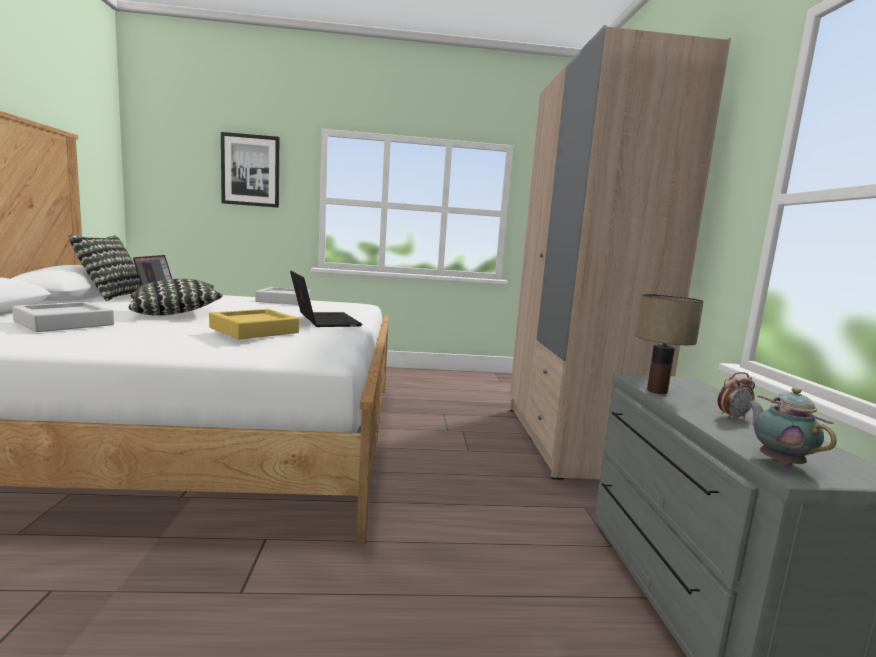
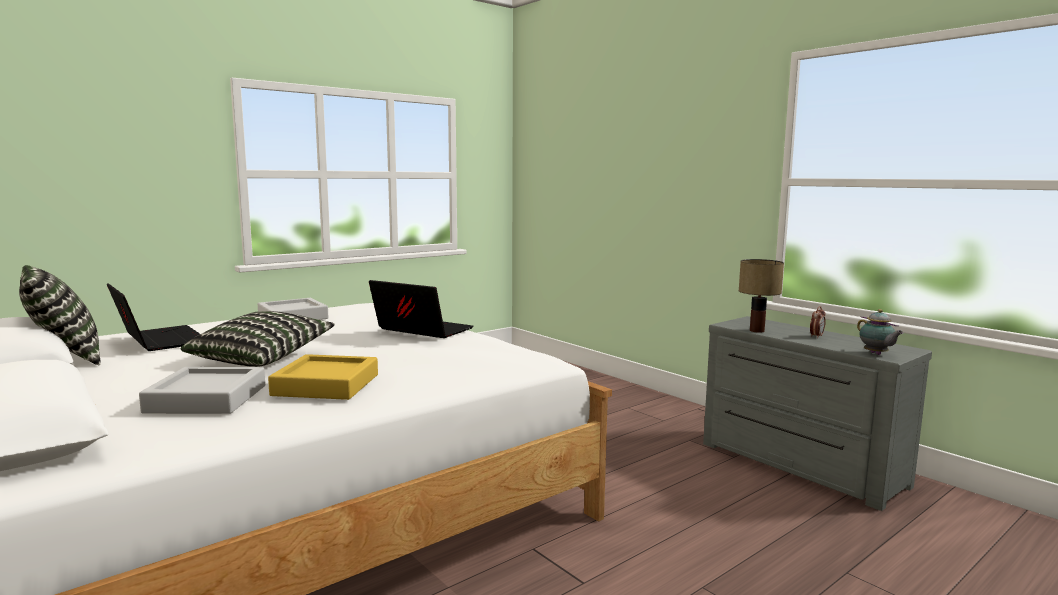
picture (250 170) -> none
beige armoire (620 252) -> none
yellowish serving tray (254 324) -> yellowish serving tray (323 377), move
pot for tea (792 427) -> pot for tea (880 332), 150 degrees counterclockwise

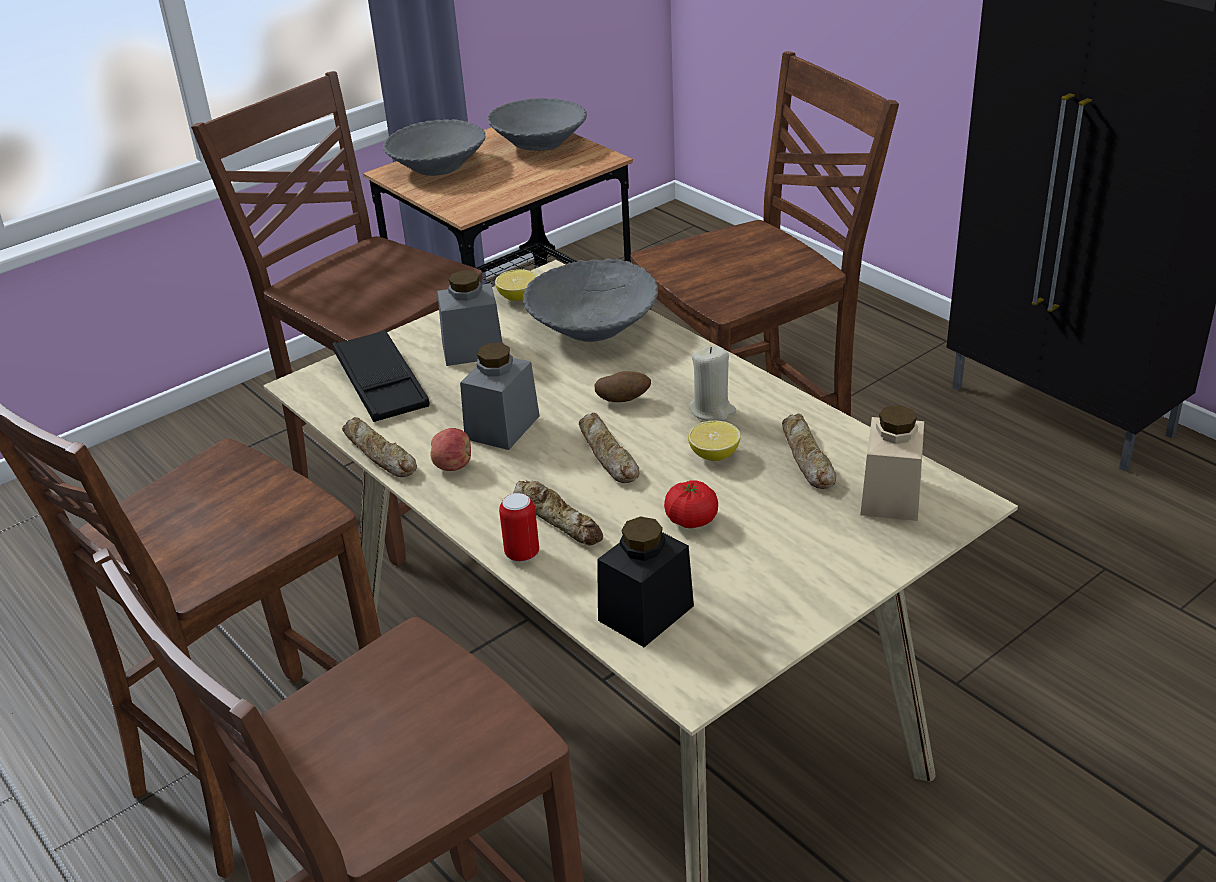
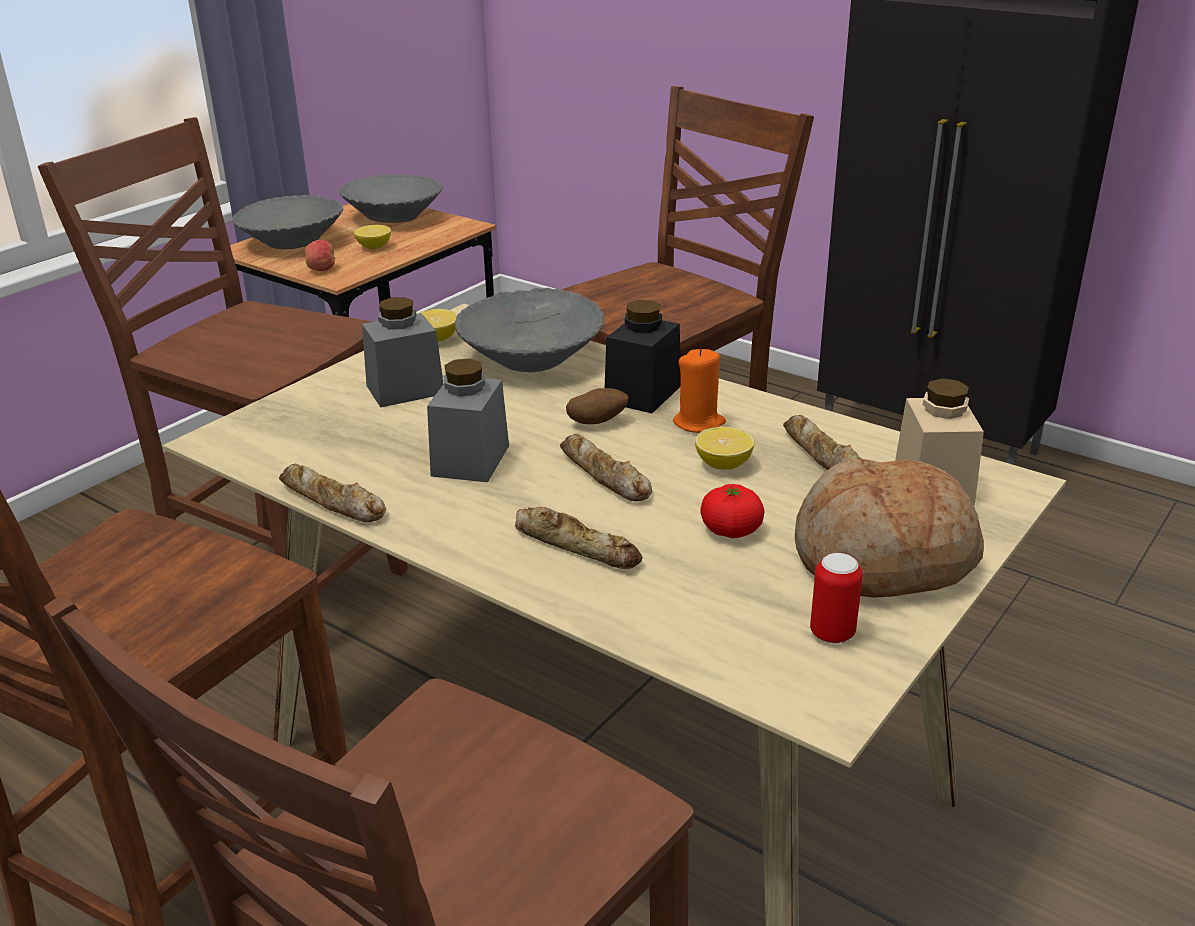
black-coloured serving tray (380 375) -> none
none -> lemon (372 237)
none -> baked bread (889 528)
apple fruit (450 449) -> apple fruit (319 255), move
can (519 527) -> can (836 598), move
black-coloured preserve jar (645 581) -> black-coloured preserve jar (643 356), move
beige candle (712 383) -> orangey candle (699 390)

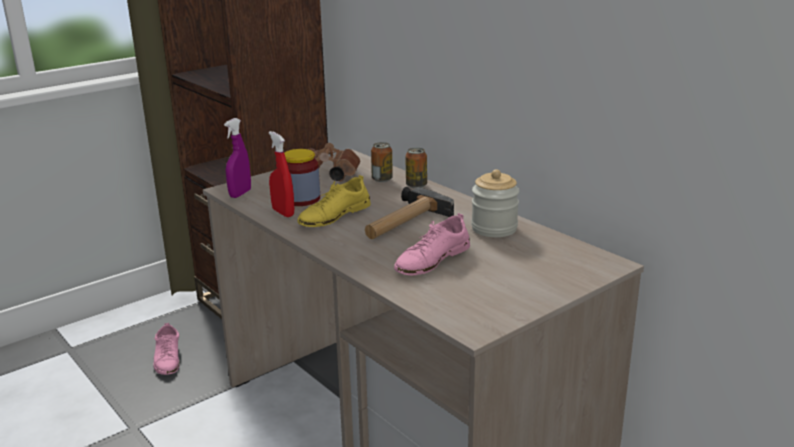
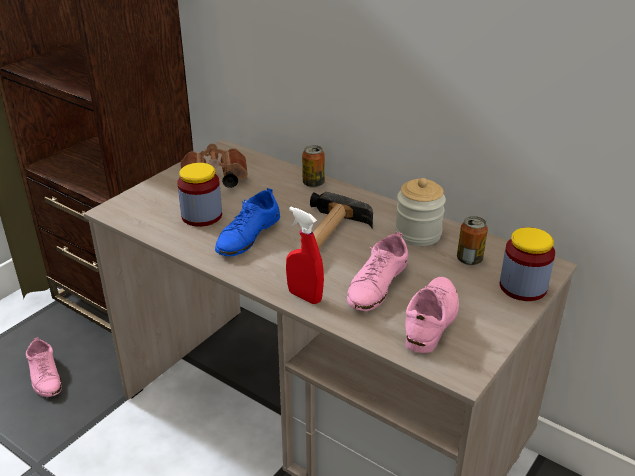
purplish spray bottle (237 158) -> none
none -> pinkish item of footwear (432 315)
none -> preserve jar (527 264)
red-coloured spray bottle (281 174) -> red-coloured spray bottle (305 255), move
can (382 162) -> can (472 240), move
yellowish item of footwear (334 201) -> bluish item of footwear (247 222)

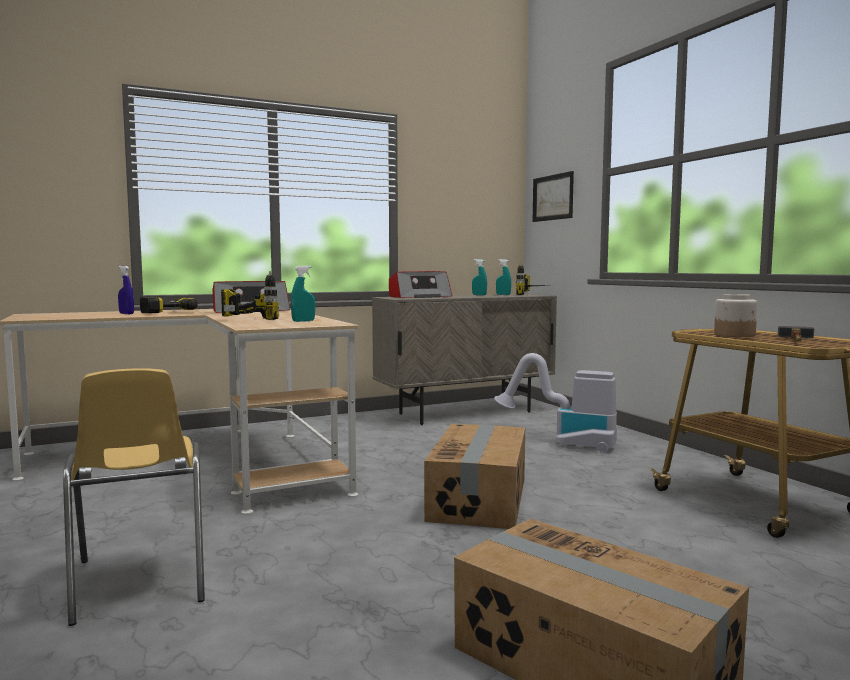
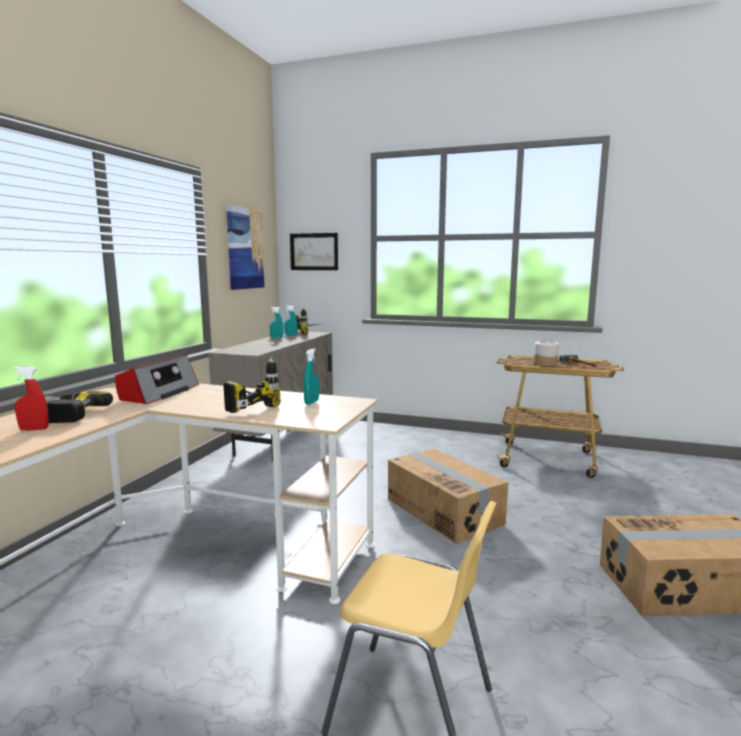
radio receiver (420 284) -> none
hoover (555 403) -> none
none -> picture (245 247)
bluish spray bottle (126 290) -> red-coloured spray bottle (31 398)

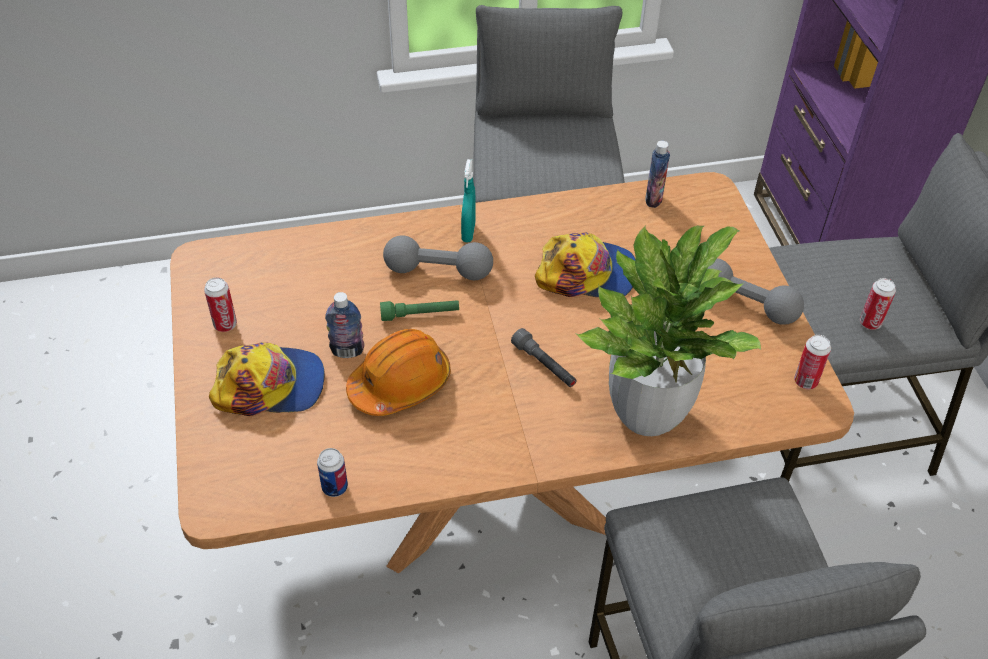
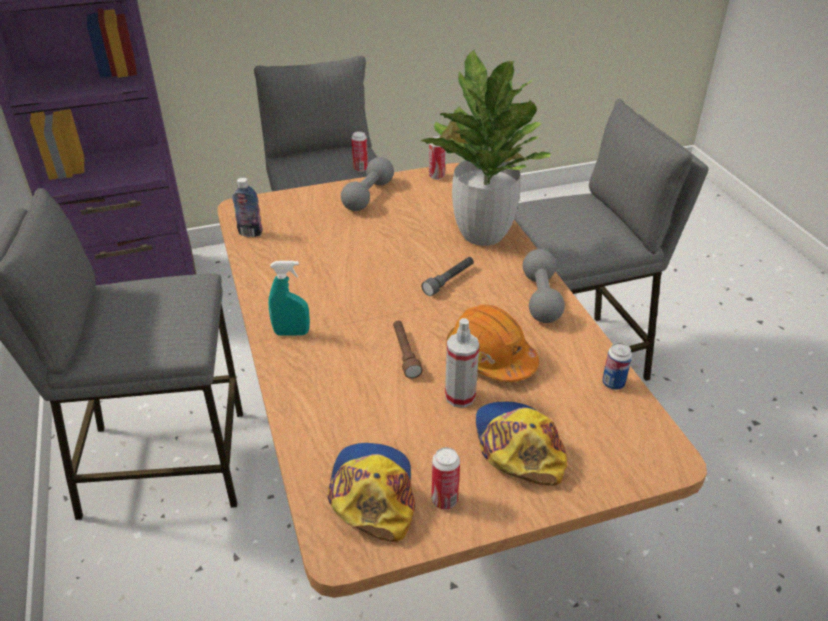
greyish free weight (438 257) -> greyish free weight (544 286), move
cap (585 264) -> cap (371 492), move
bottle (344 325) -> spray bottle (462 363)
greenish hand torch (419 310) -> brown-coloured hand torch (408 350)

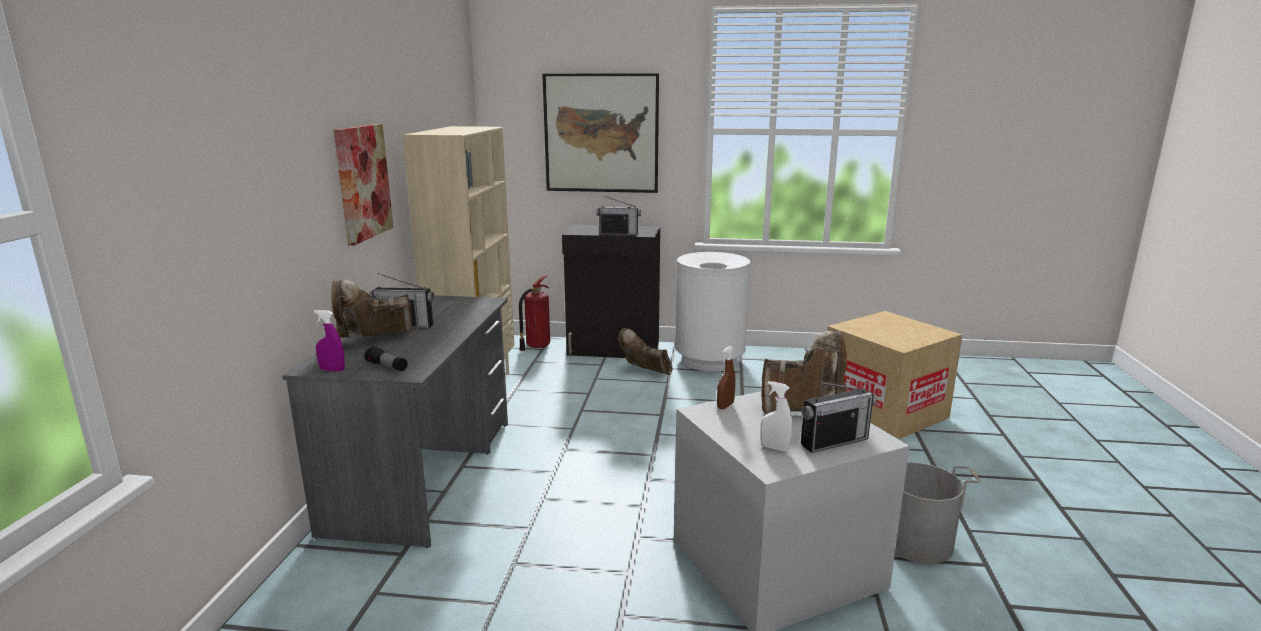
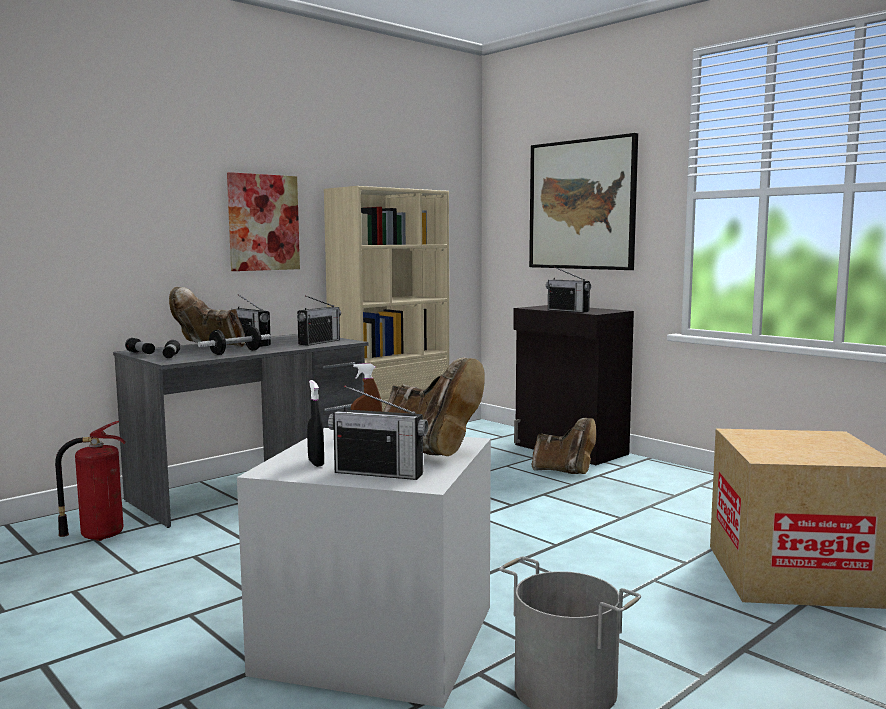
white waste bin (712 312) -> none
none -> free weight (234 340)
none -> radio receiver (319 320)
fire extinguisher (534 313) -> fire extinguisher (90 481), move
purplish spray bottle (329 341) -> hand torch (140 346)
white spray bottle (776 416) -> black-coloured spray bottle (315 423)
brown-coloured tall boot (645 351) -> brown-coloured tall boot (564 446), 135 degrees clockwise

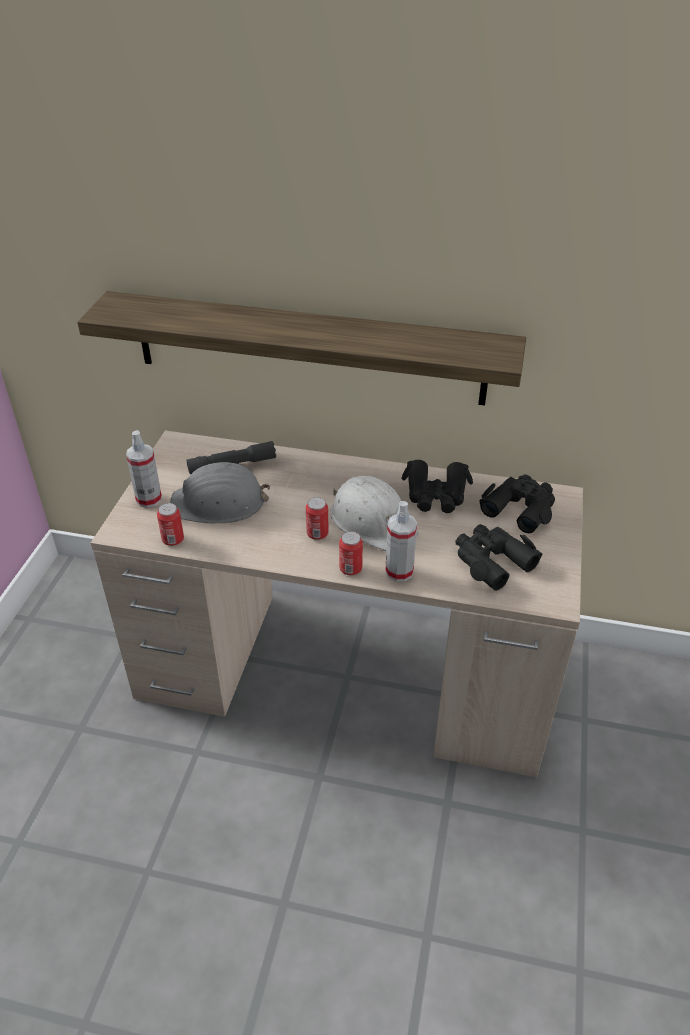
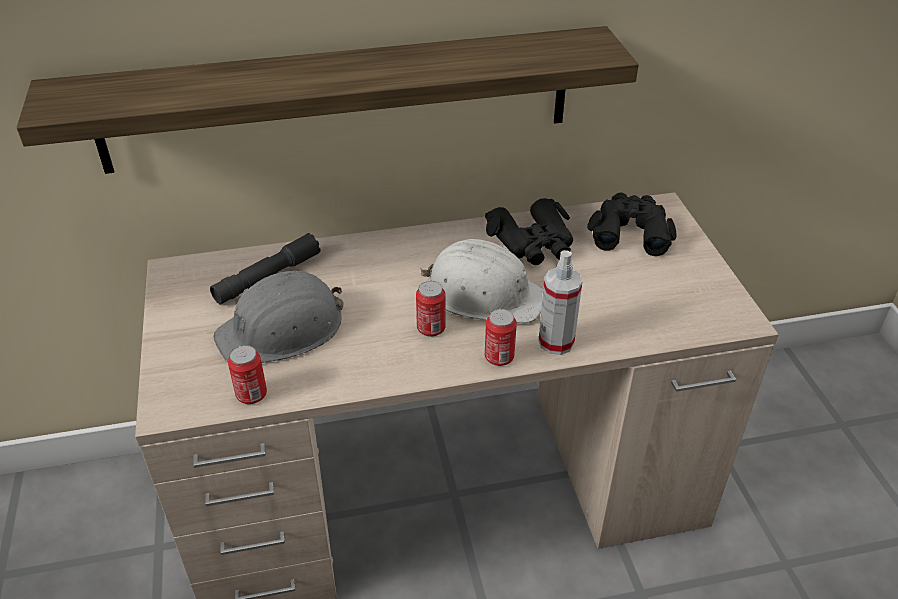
spray bottle (144 469) -> none
black-coloured pair of binoculars (498 557) -> none

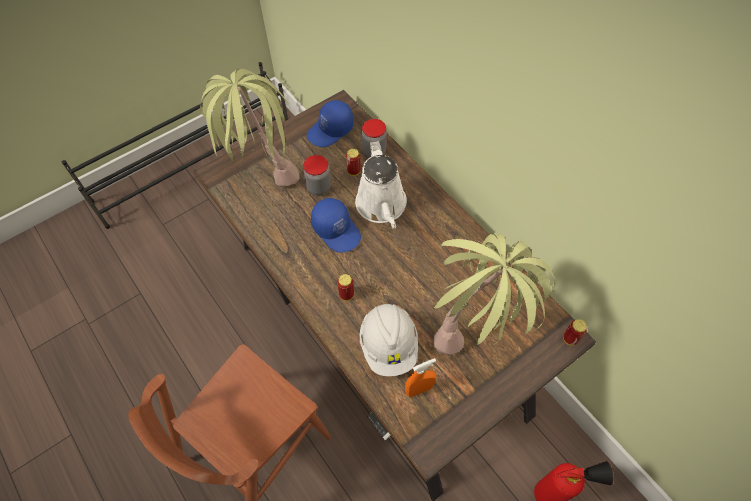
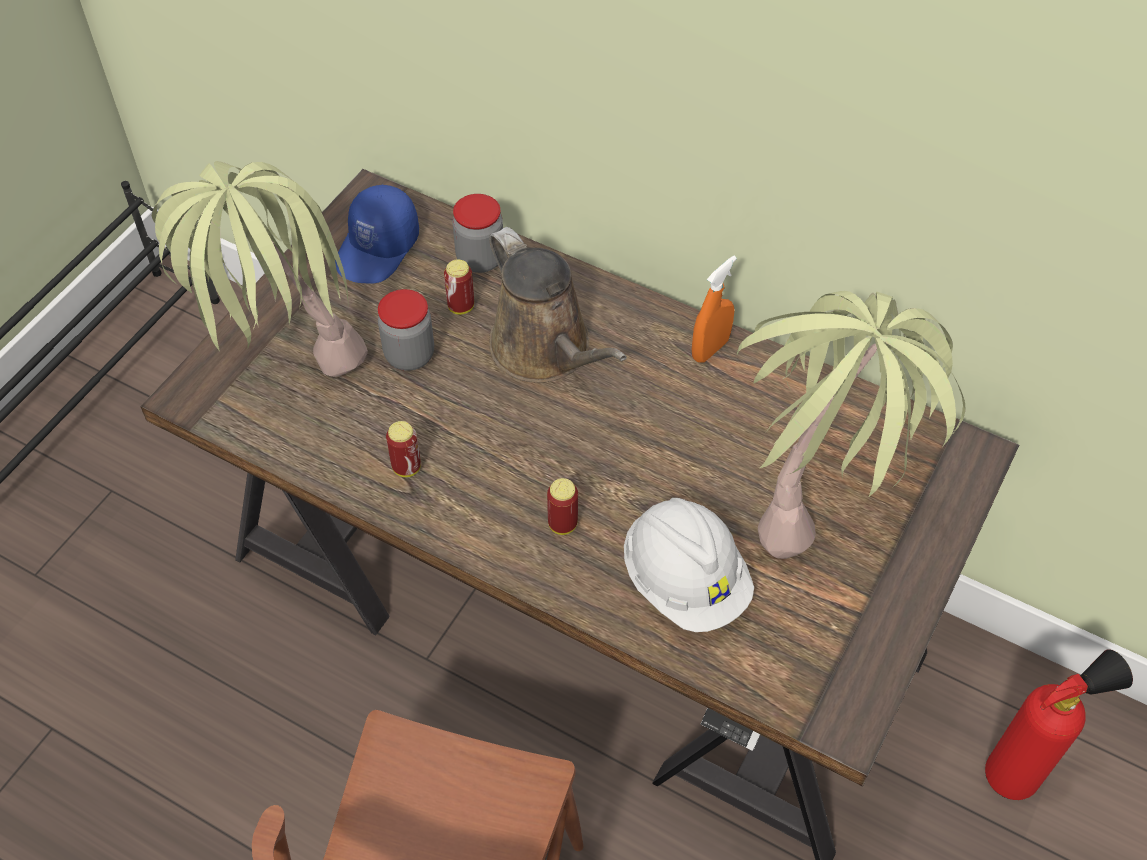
bluish cap (336 225) -> none
orangey spray bottle (420 377) -> orangey spray bottle (714 309), move
can (575 332) -> can (403 449), move
white sprinkling can (381 185) -> brown-coloured sprinkling can (558 305)

